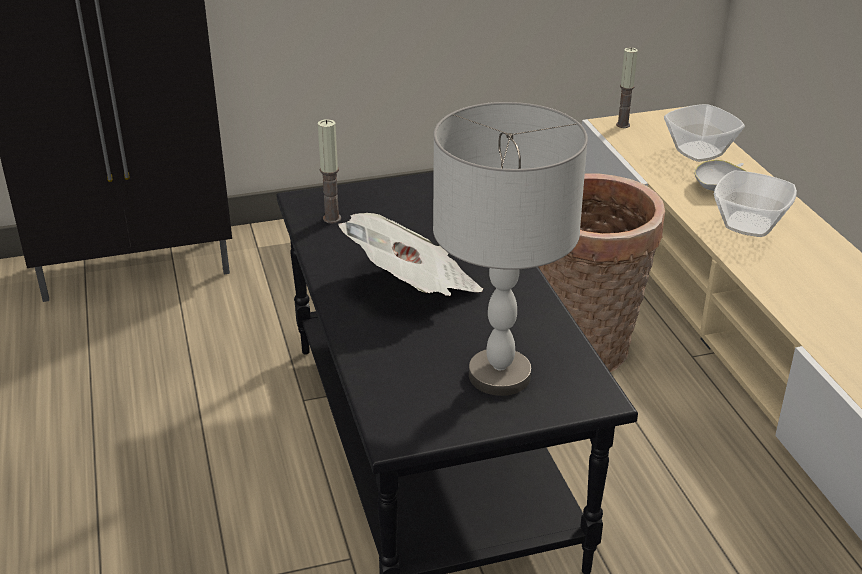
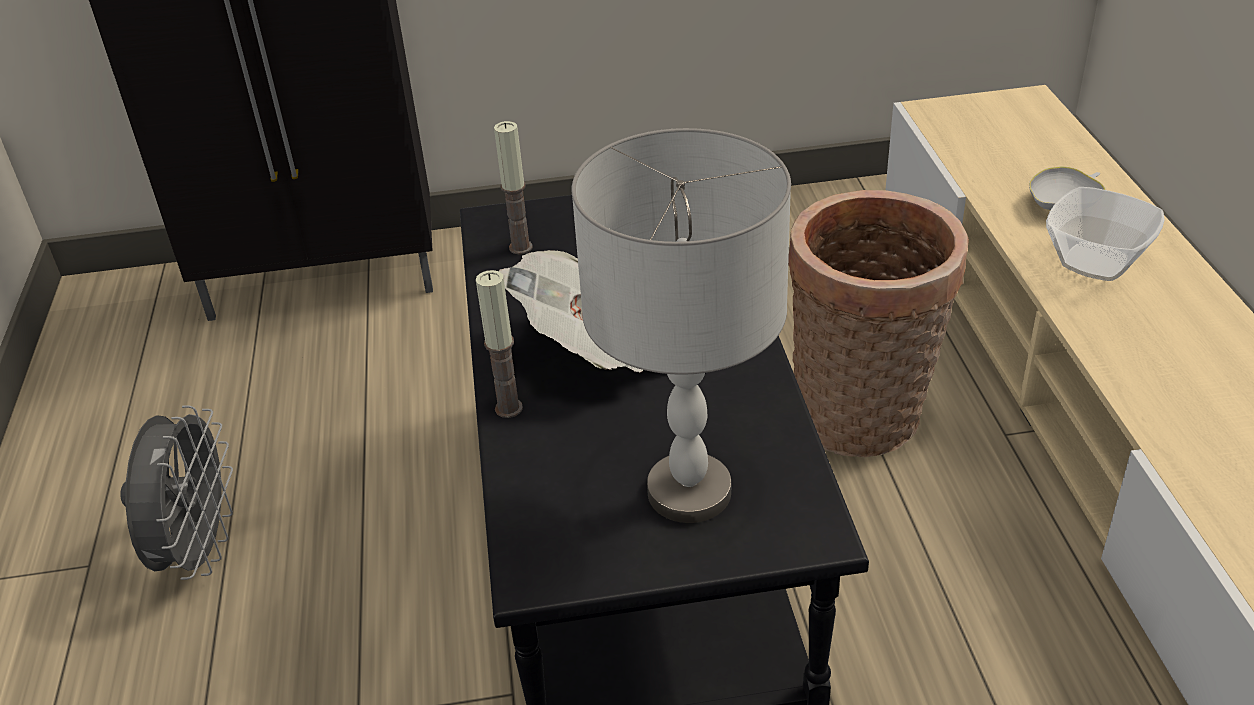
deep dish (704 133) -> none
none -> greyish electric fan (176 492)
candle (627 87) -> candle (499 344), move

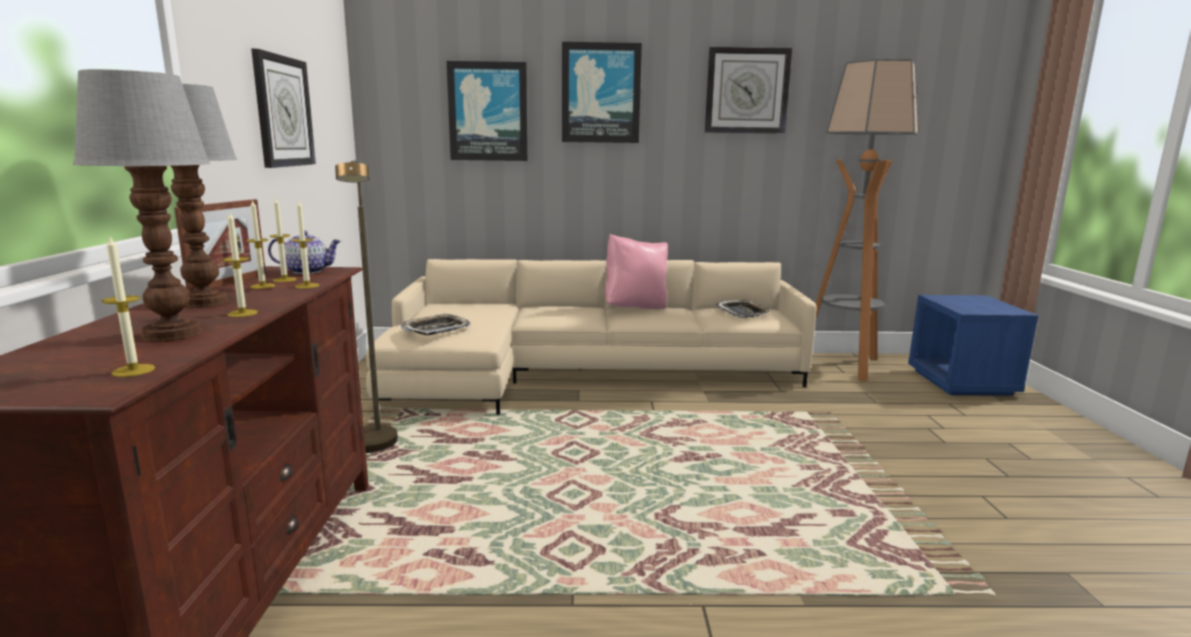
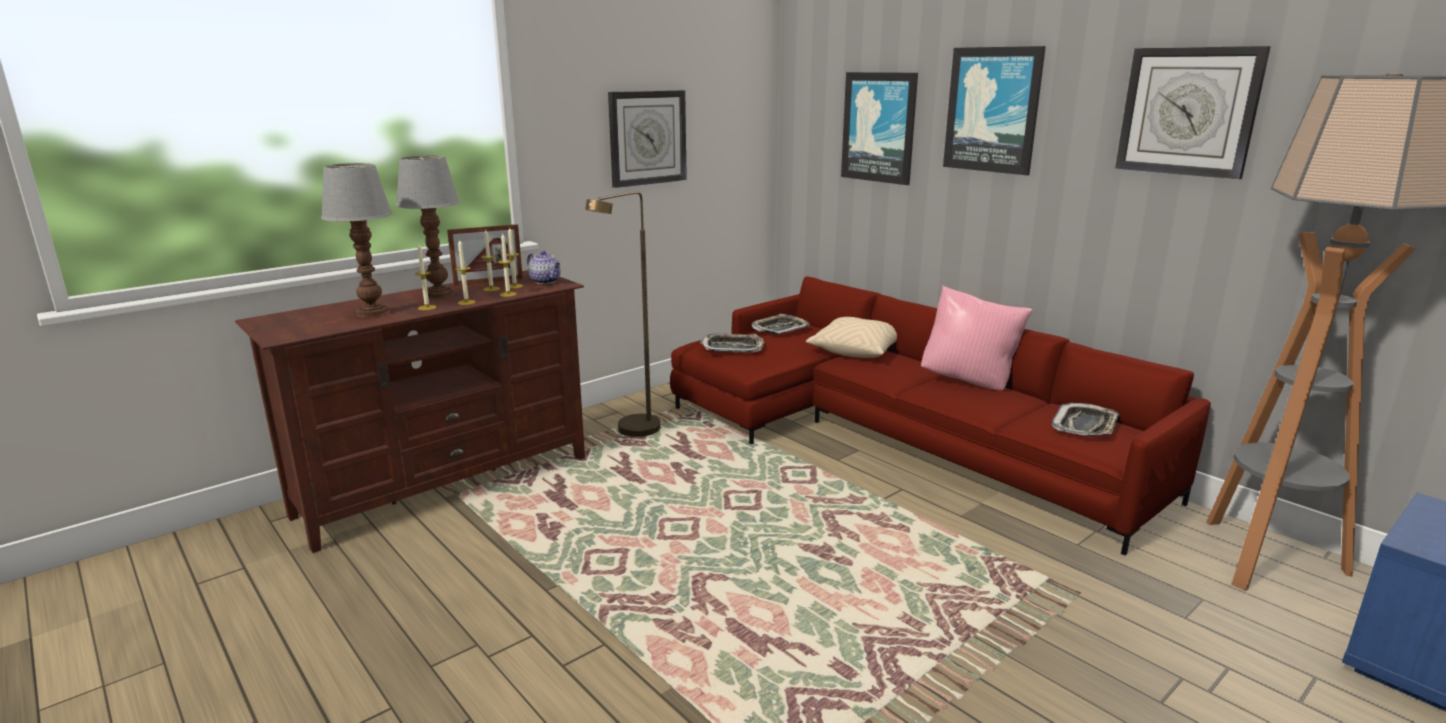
none -> serving tray (781 324)
none -> beige cushion (851 337)
candle (128 306) -> candle (465 272), move
beige couch (591 337) -> red-coloured couch (940 415)

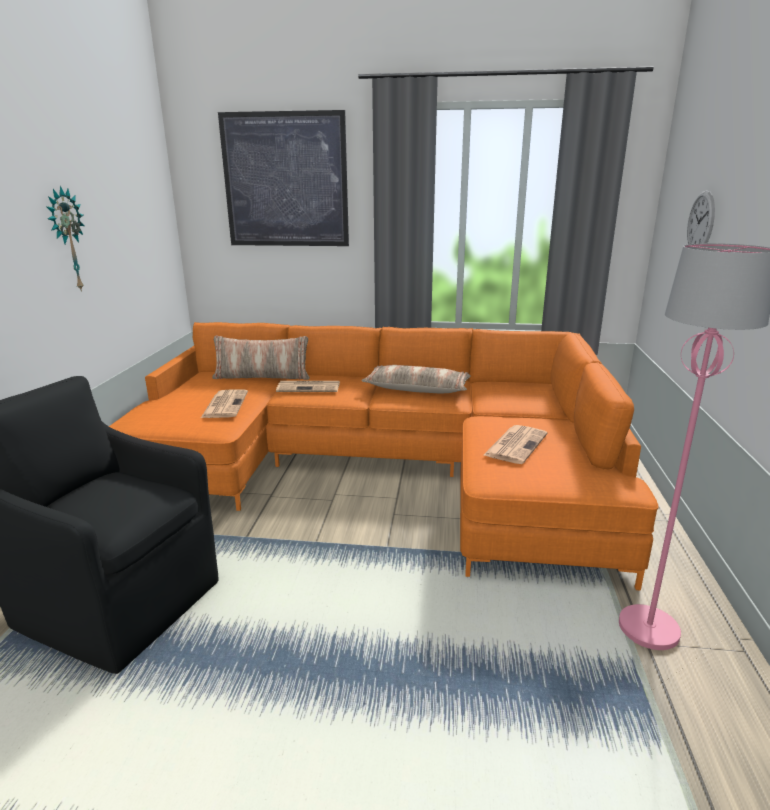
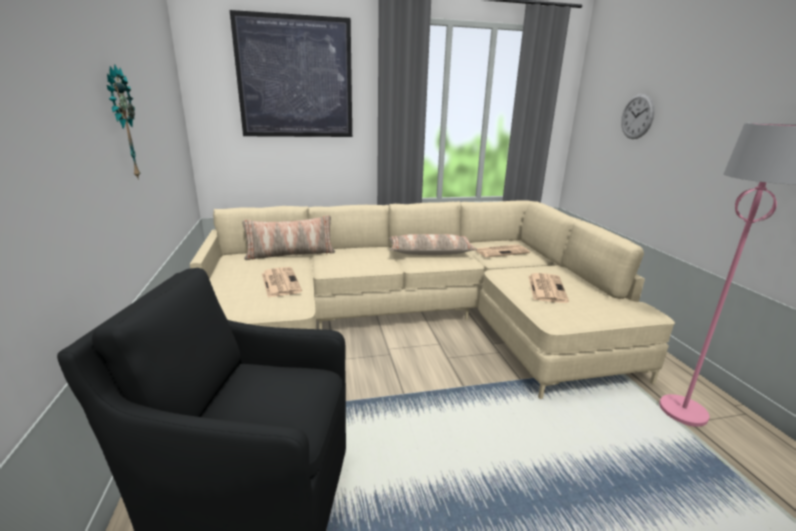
newspaper (308 386) -> newspaper (502 251), move
orangey couch (384 456) -> beige couch (432 299)

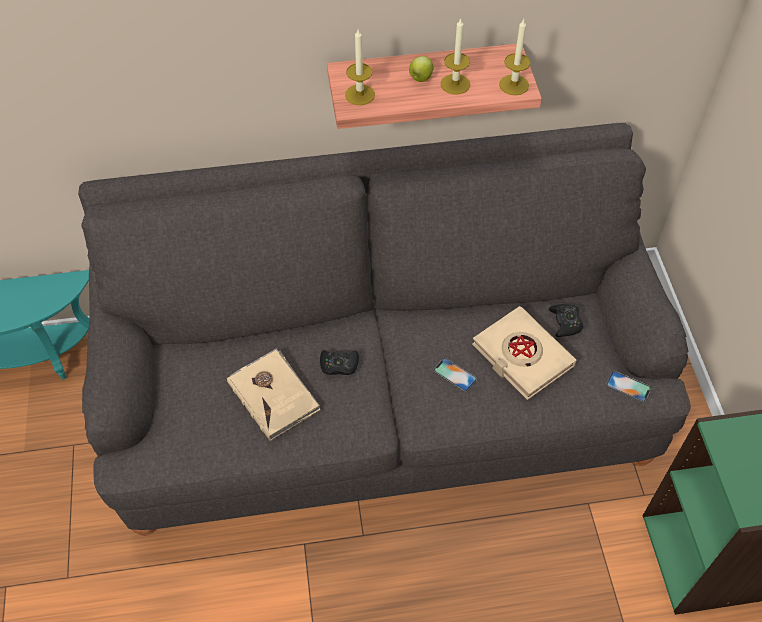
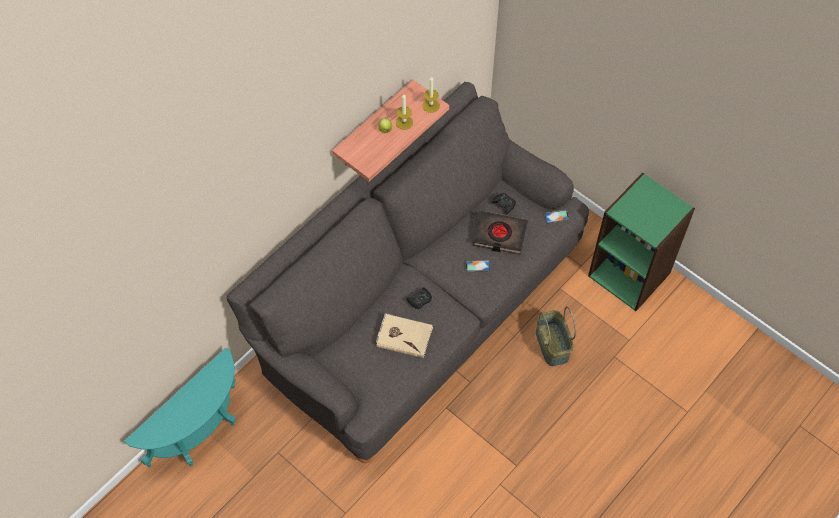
candle (360 67) -> none
none -> storage basket (556 336)
beige book (524 353) -> black-coloured book (500 233)

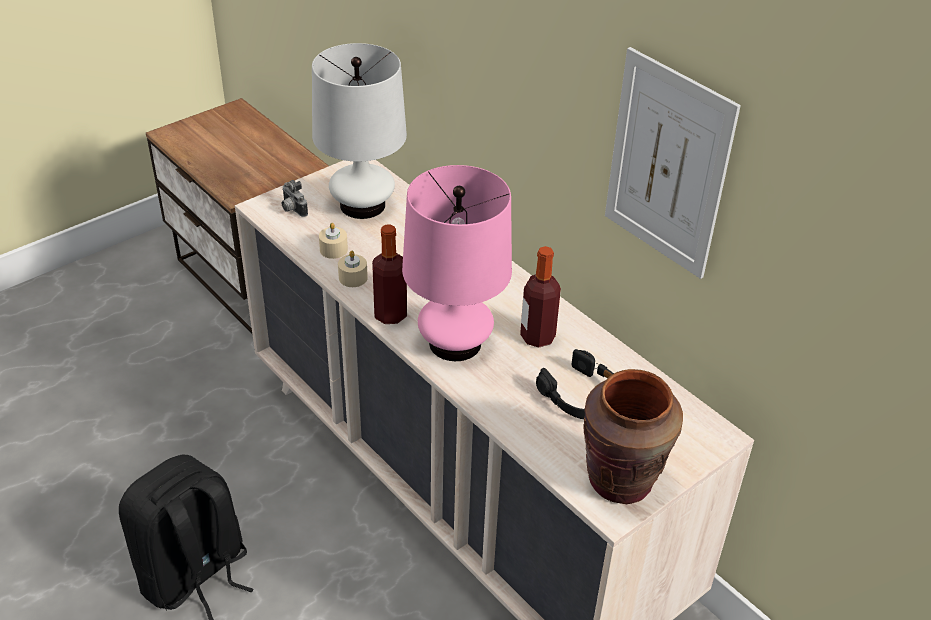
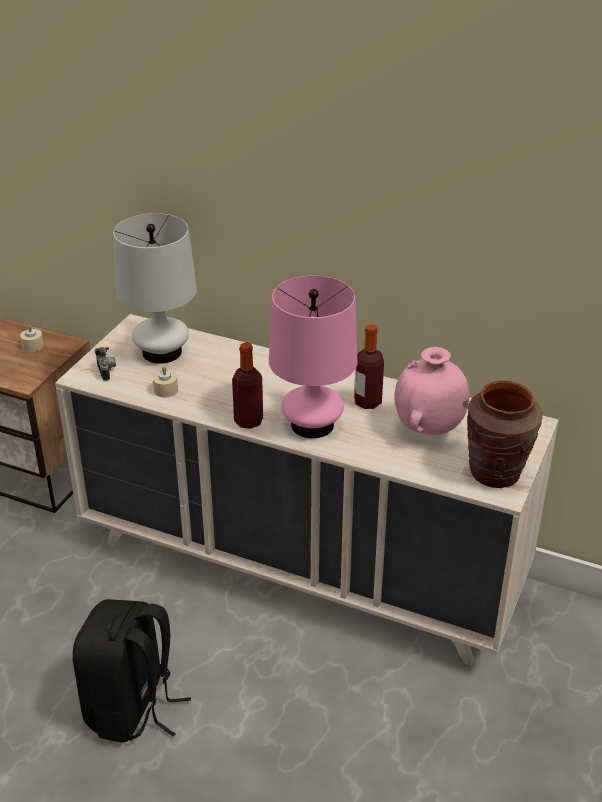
picture (673 163) -> none
beige candle (353 269) -> beige candle (32 338), move
black-coloured headphones (575 384) -> pinkish vase (432 391)
still camera (294 198) -> still camera (105 364), 135 degrees counterclockwise

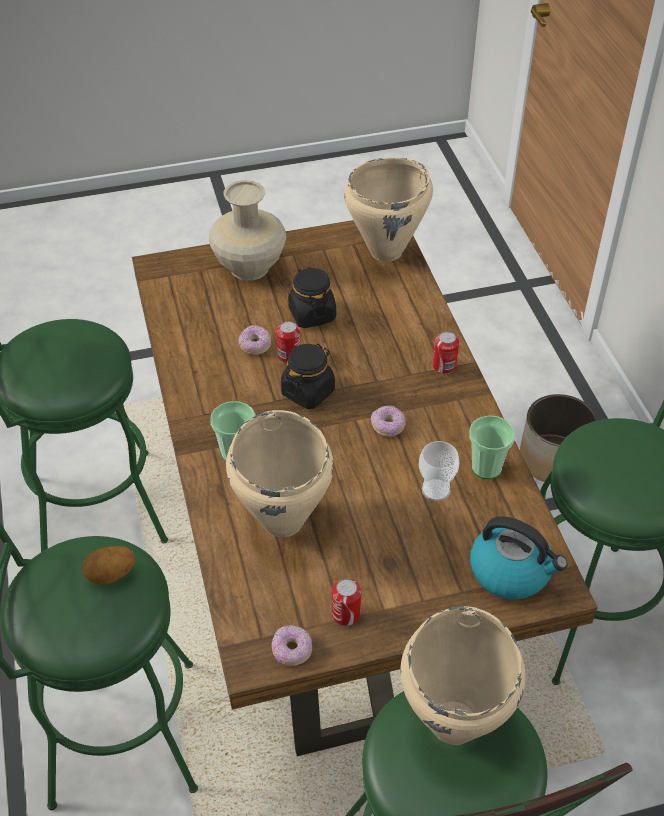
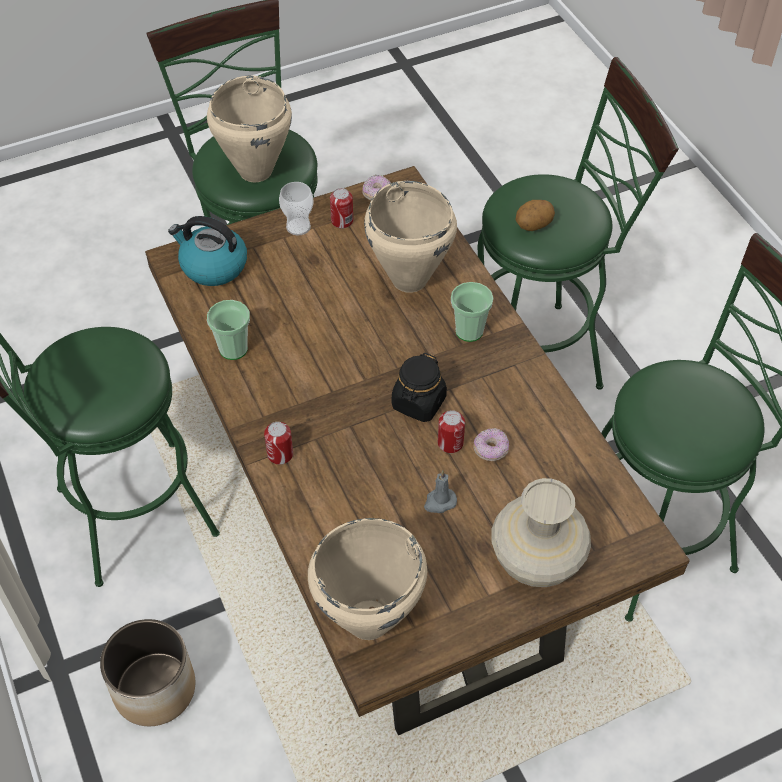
donut (388 421) -> none
small cup (439 471) -> small cup (296 209), move
black-coloured preserve jar (312 297) -> greyish candle (440 492)

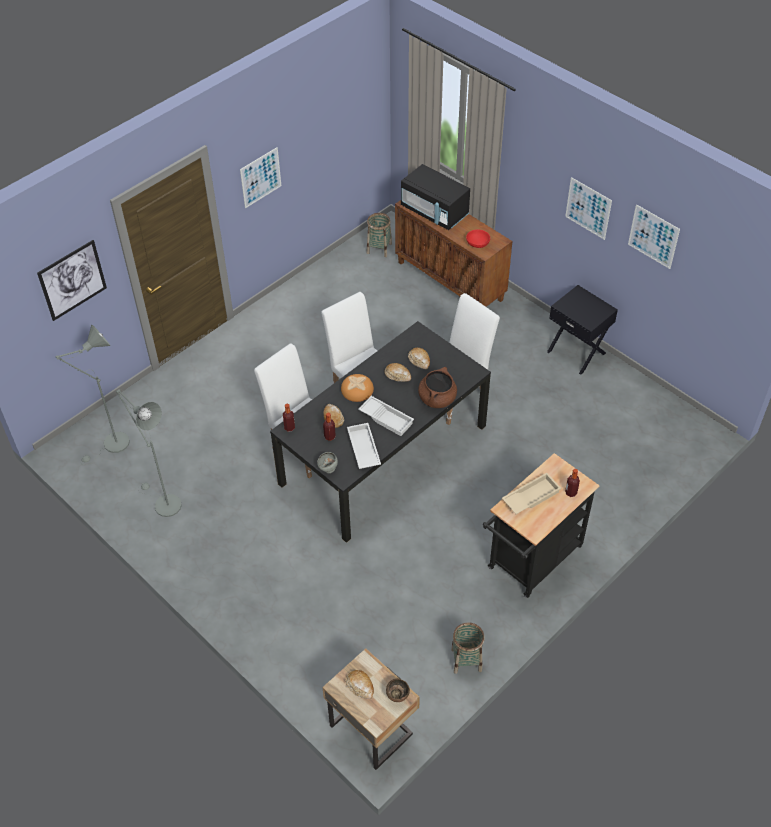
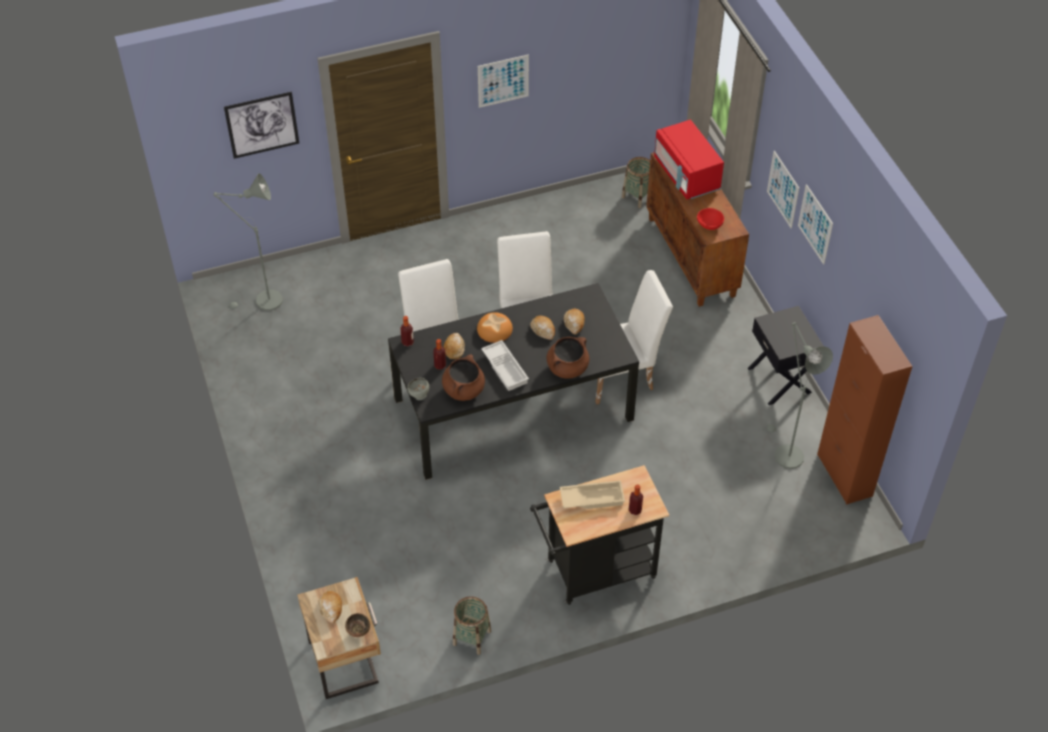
none -> brown-coloured storage cabinet (864 410)
greyish standard lamp (149 453) -> greyish standard lamp (798 395), move
picture (654 236) -> picture (783 189), move
white serving tray (364 446) -> brown-coloured saucepot (463 377)
black-coloured microwave (435 197) -> red-coloured microwave (689 159)

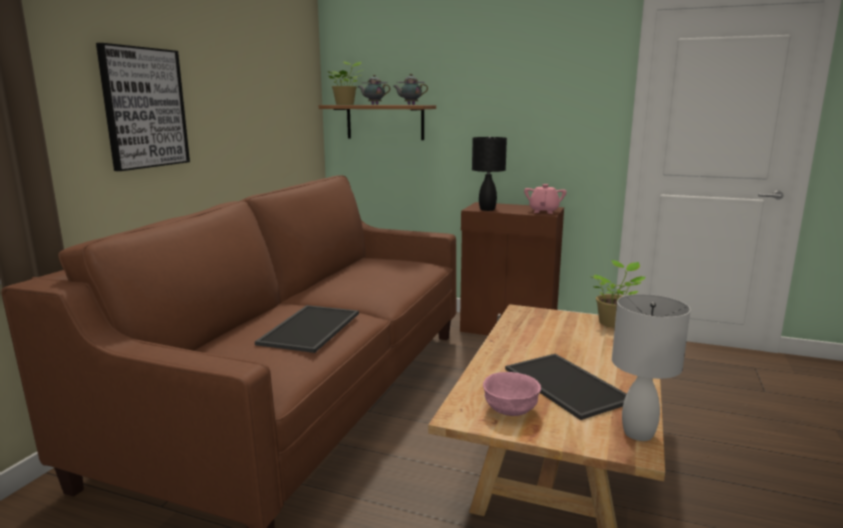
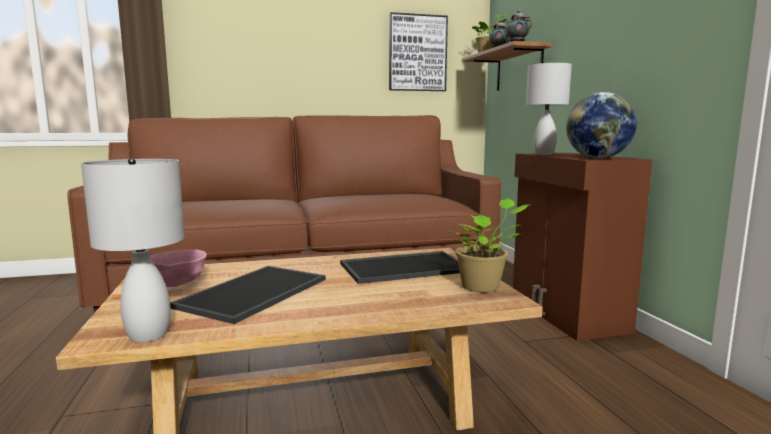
picture (143 107) -> picture (418 51), move
serving tray (307 329) -> serving tray (400 267), move
pinkish pot for tea (545 199) -> desk globe (601 125)
black-coloured lamp for a table (489 174) -> white lamp for a table (549 109)

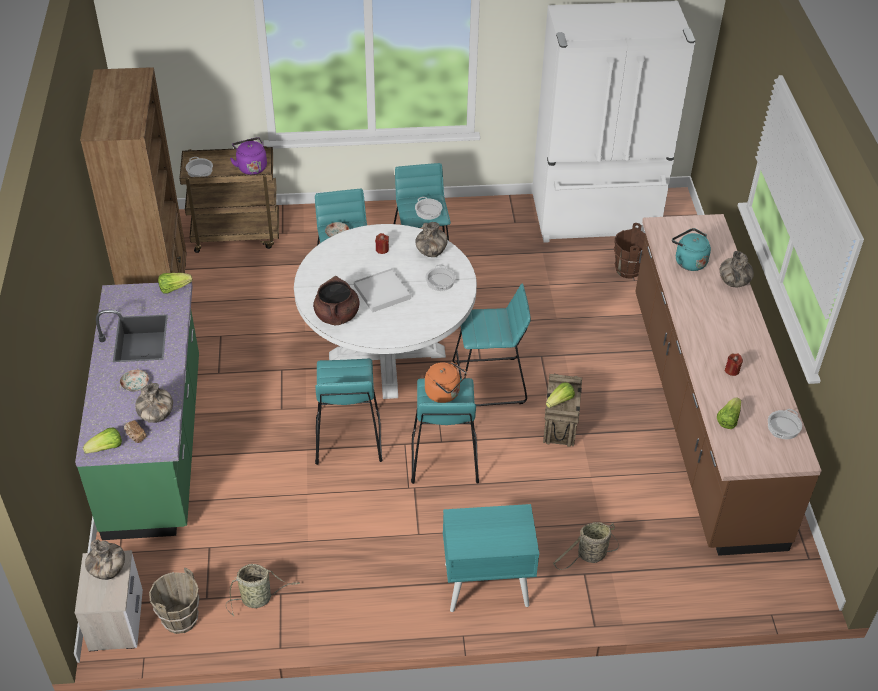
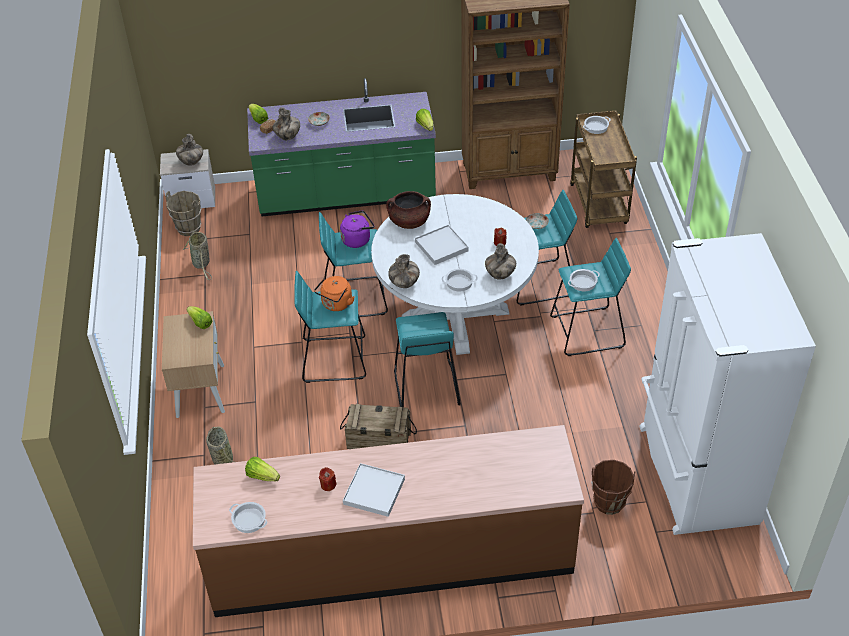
turquoise water kettle (691 249) -> none
none -> white serving tray (374 490)
purplish water kettle (248 156) -> purplish water kettle (357 229), move
lettuce (560 395) -> lettuce (199 317), move
vase (737 269) -> vase (404 271), move
turquoise bedside table (491 558) -> beige bedside table (193 364)

